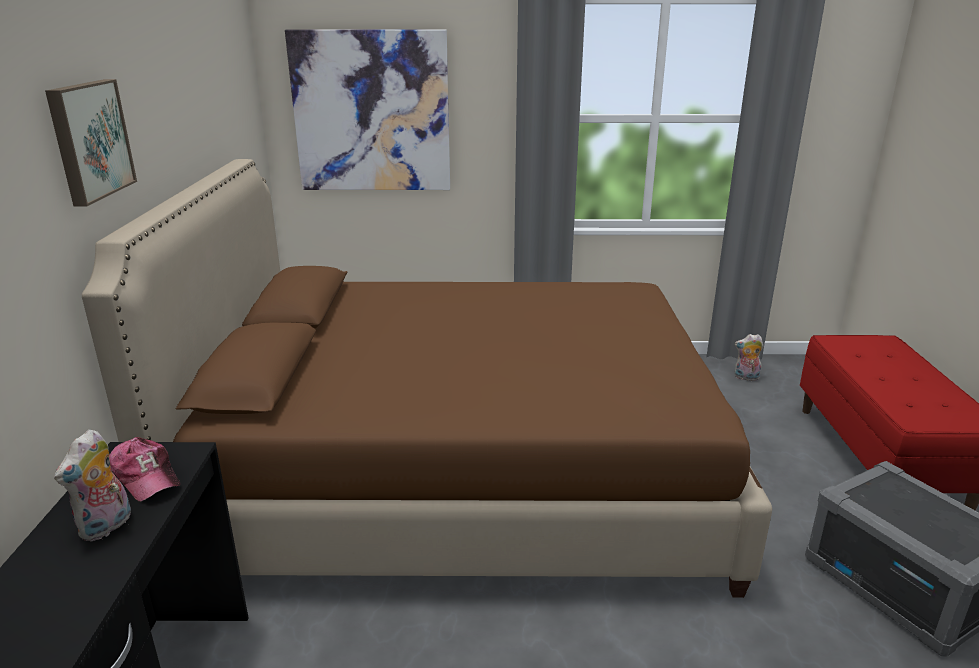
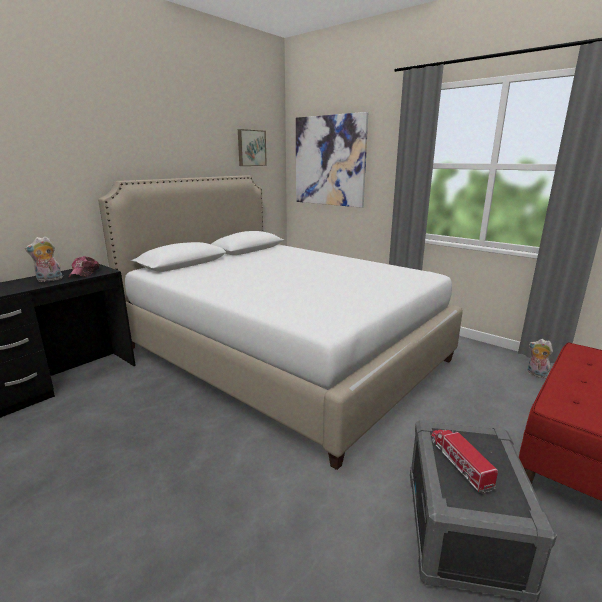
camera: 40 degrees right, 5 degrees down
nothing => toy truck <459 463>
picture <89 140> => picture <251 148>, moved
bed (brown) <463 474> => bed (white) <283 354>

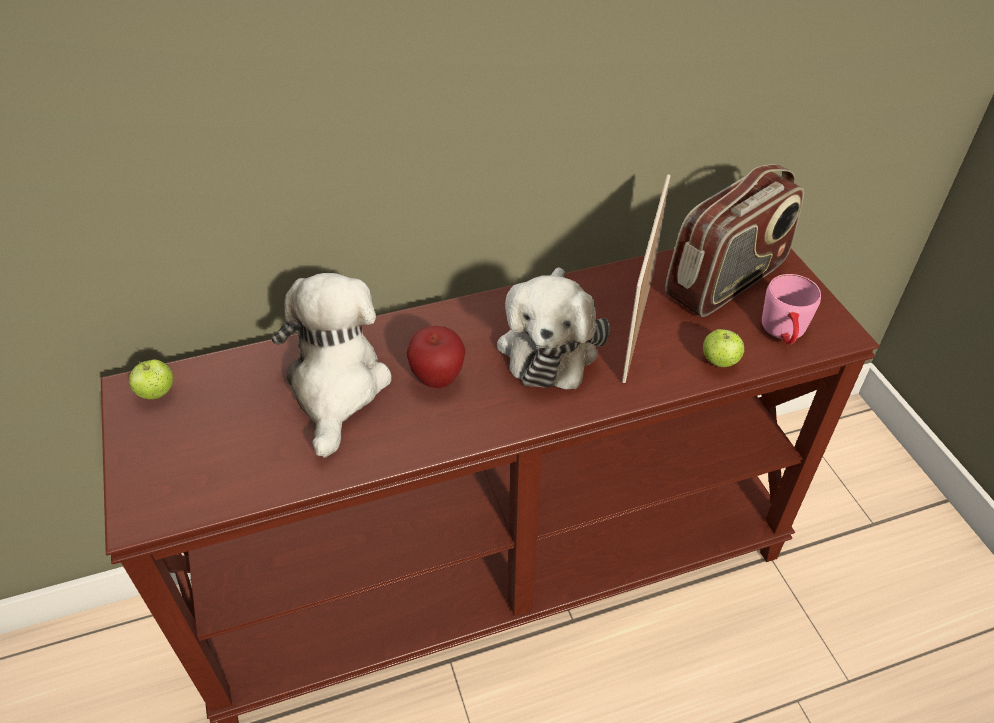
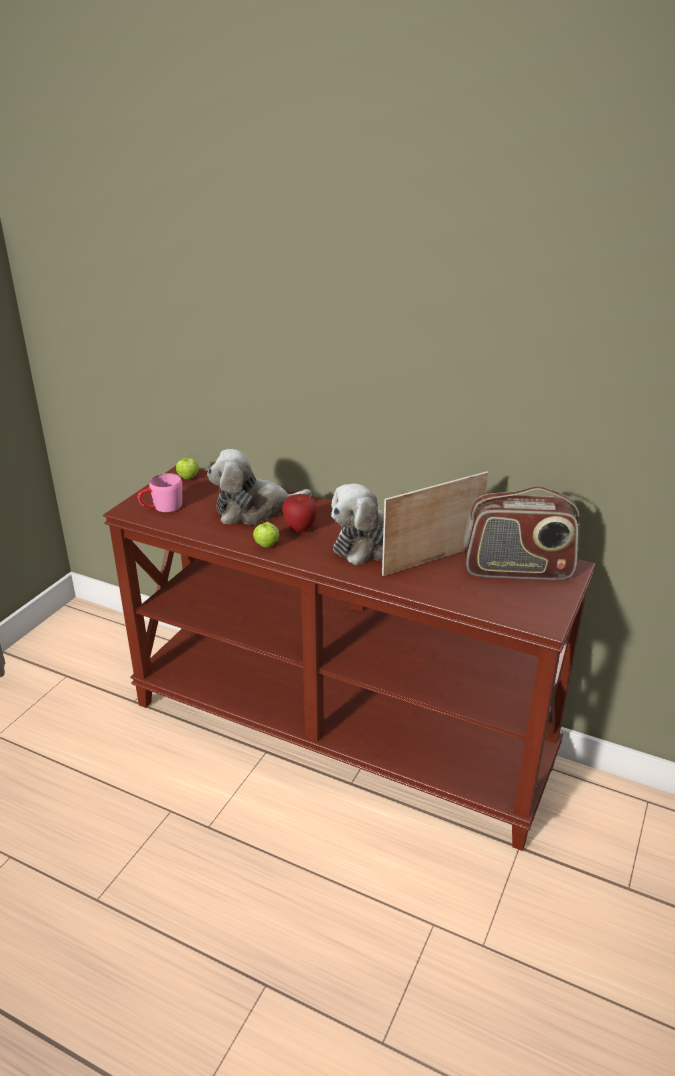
camera: 45 degrees right, 15 degrees down
apple <719 362> => apple <266 545>, moved
mug (pink) <785 333> => mug (pink) <162 508>, moved
plush toy <337 387> => plush toy <255 510>, 150 degrees counterclockwise

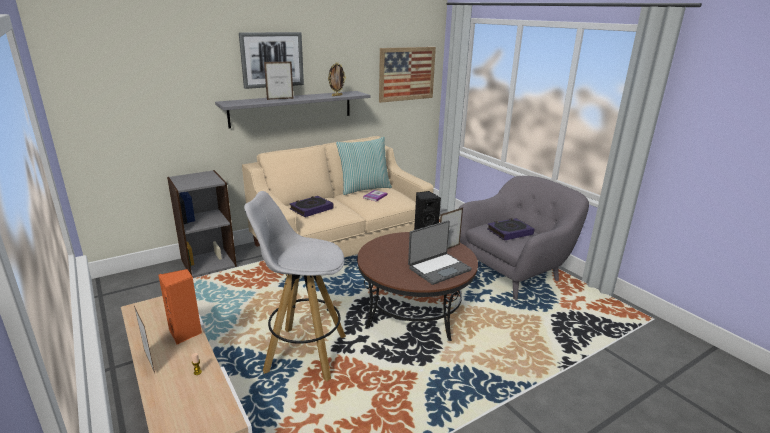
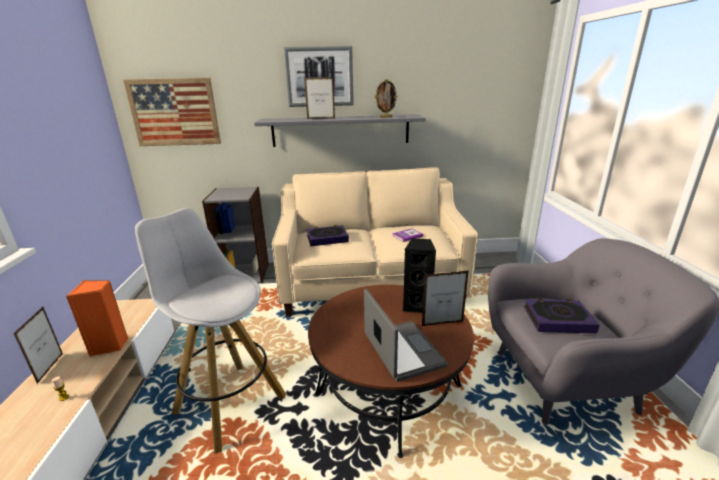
camera: 30 degrees right, 0 degrees up
pillow <364 188> => nothing
picture <407 74> => picture <174 112>, moved
laptop <438 268> => laptop <401 351>, 105 degrees counterclockwise

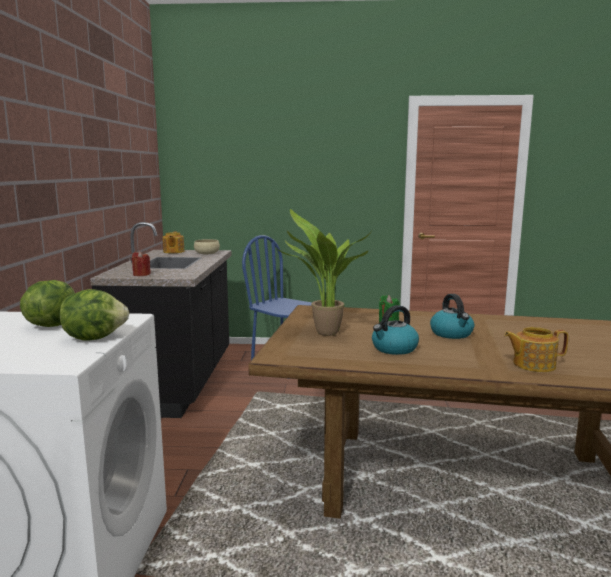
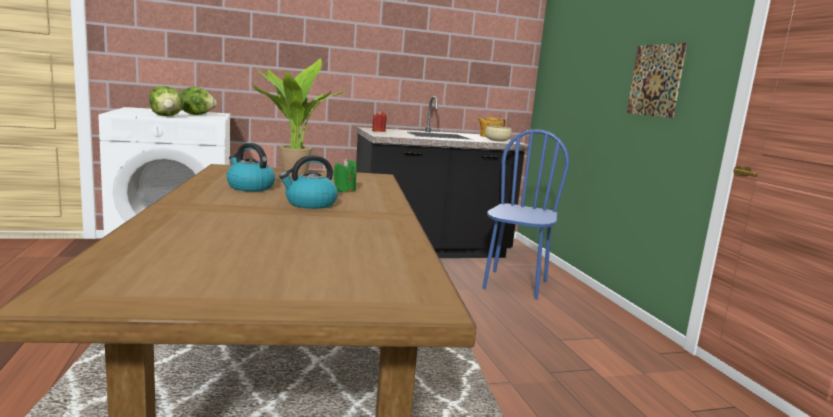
camera: 70 degrees right, 0 degrees up
teapot <532 364> => nothing
nothing => picture <655 80>

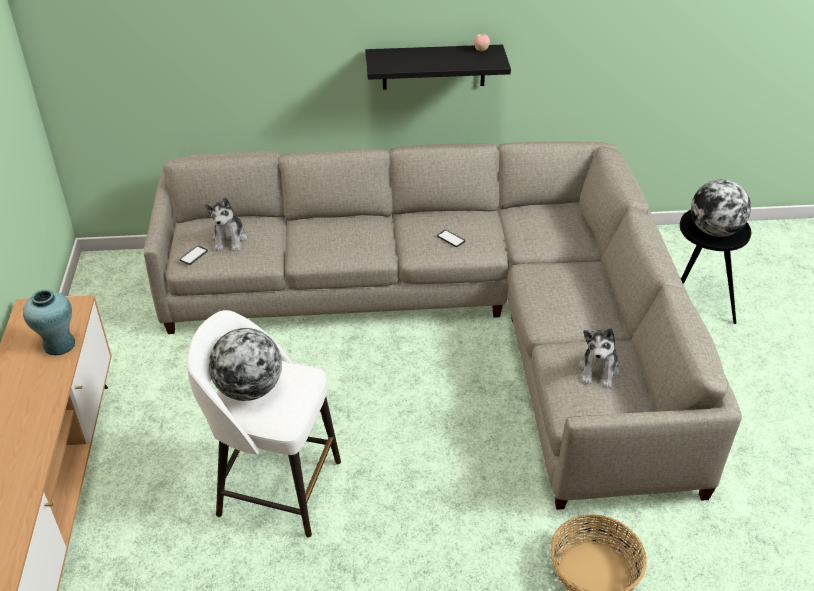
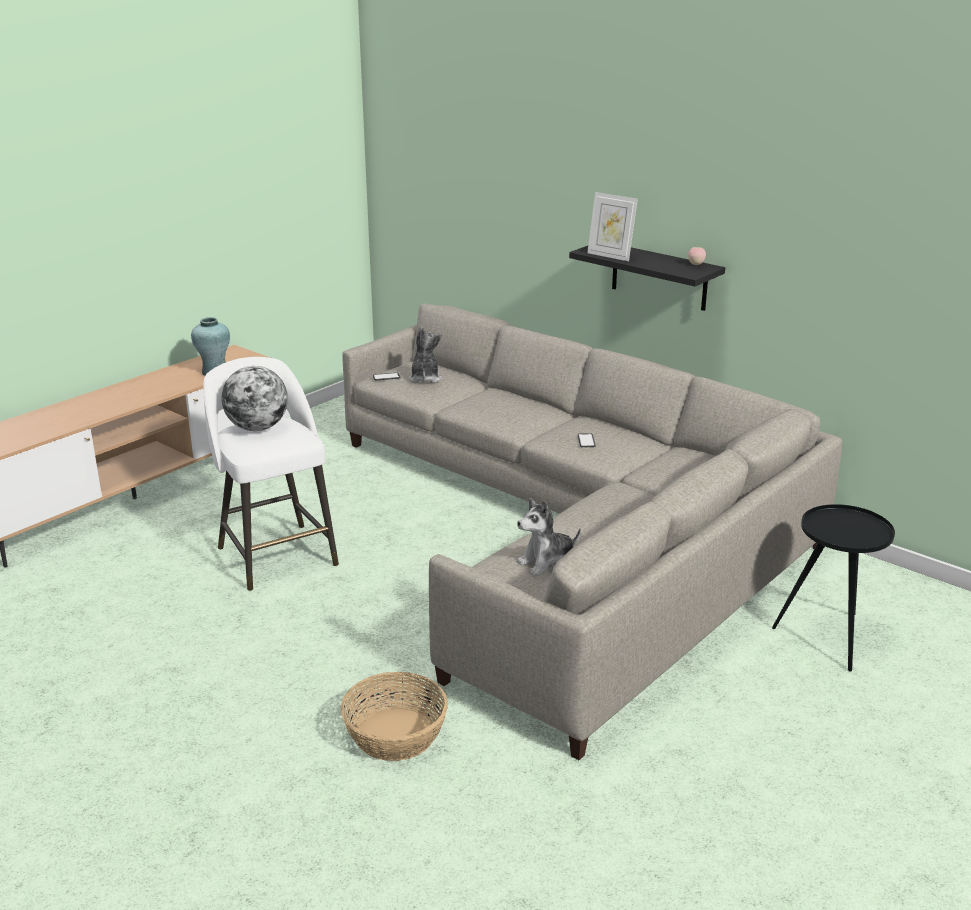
camera: 45 degrees right, 15 degrees down
globe <714 231> => nothing
nothing => picture frame <610 256>
plush toy <230 239> => plush toy <425 378>, 135 degrees clockwise

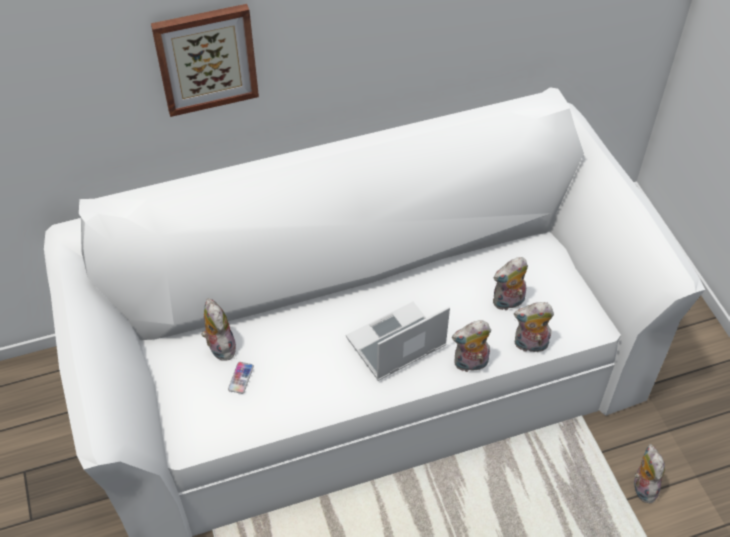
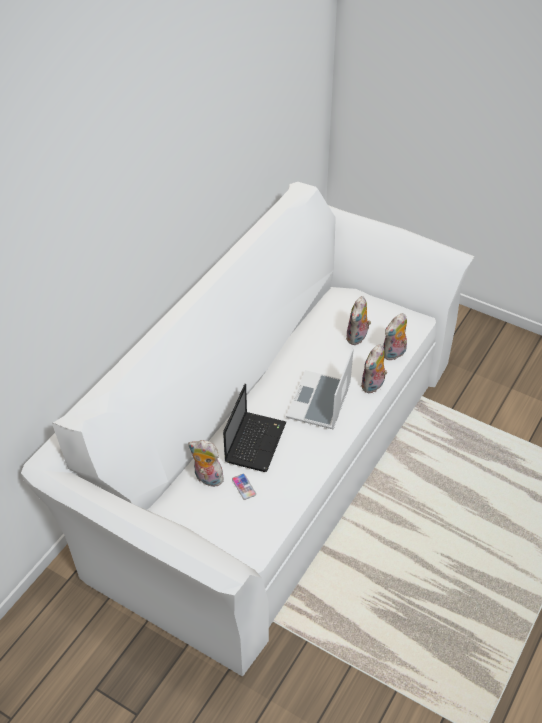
camera: 40 degrees left, 5 degrees down
picture <206 59> => nothing
plush toy <642 487> => nothing
nothing => laptop <255 441>

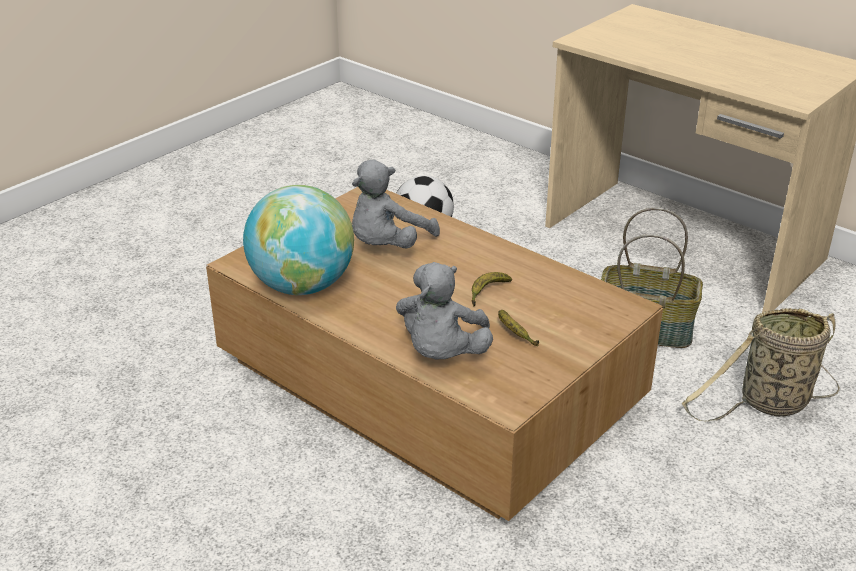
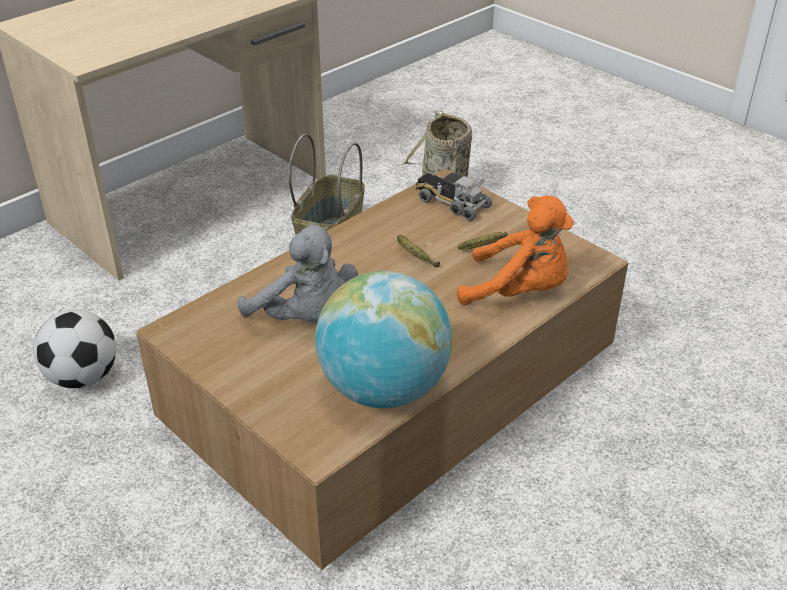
camera: 85 degrees left, 5 degrees up
nothing => toy truck <451 203>
plush toy (grey) <442 353> => plush toy (orange) <519 291>

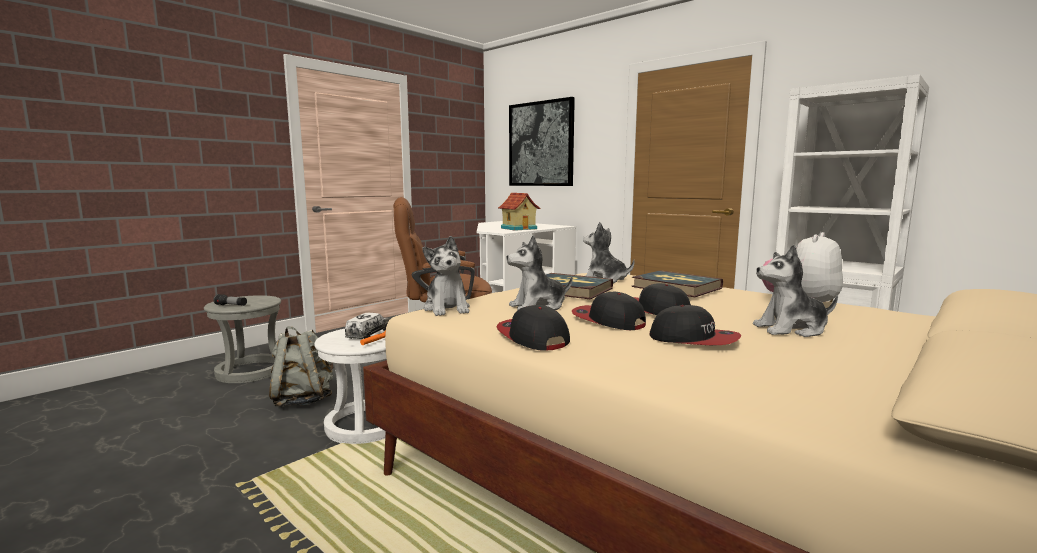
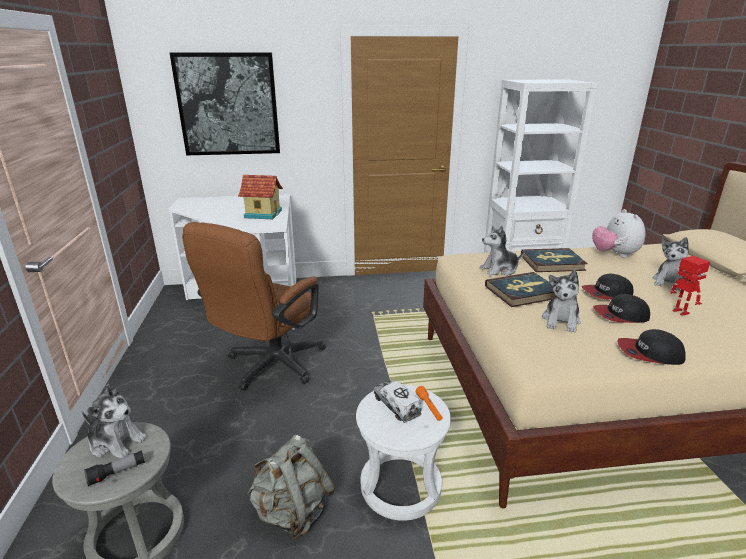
camera: 50 degrees left, 15 degrees up
plush toy <447 308> => plush toy <116 441>, moved
cap <694 339> => toy robot <680 312>

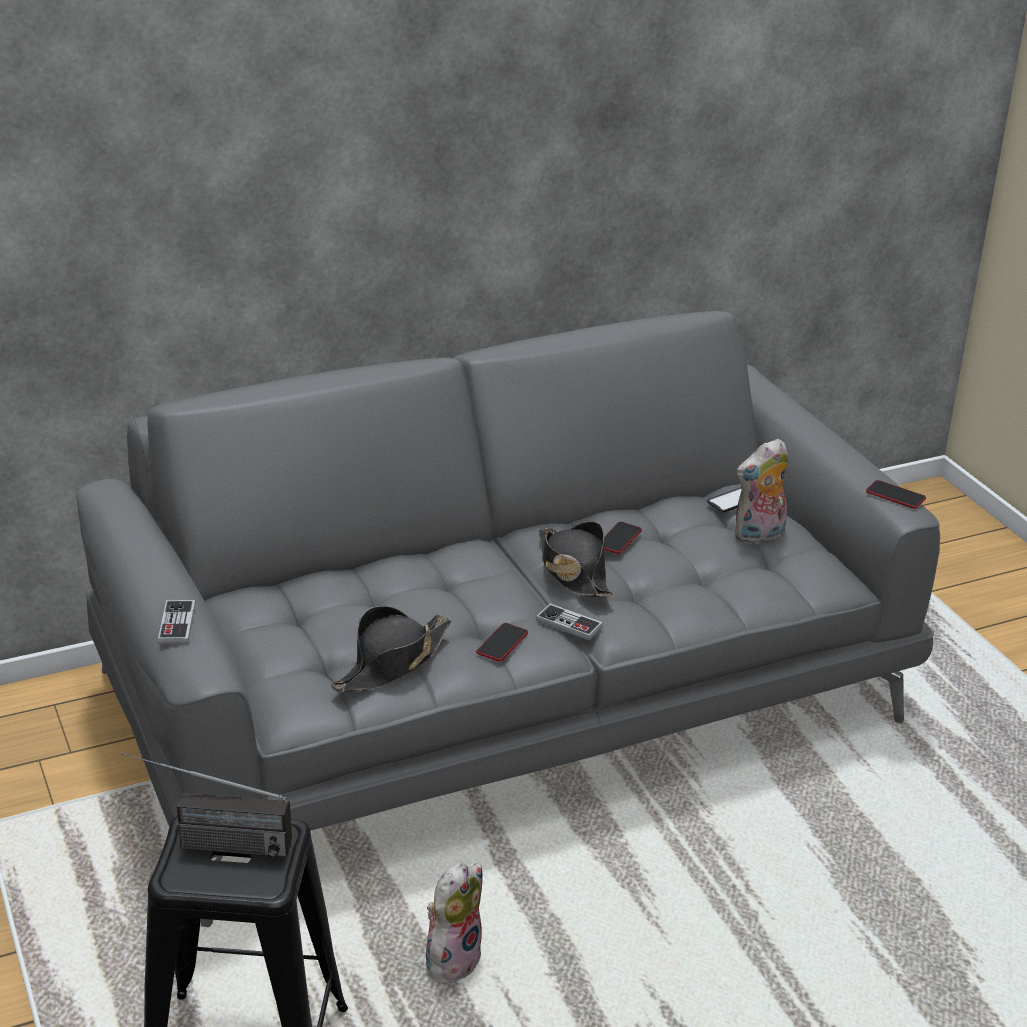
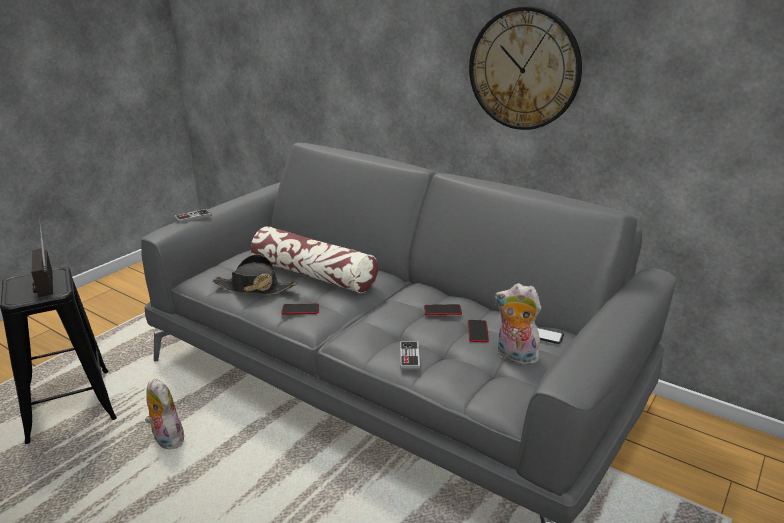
camera: 60 degrees right, 5 degrees down
hat (black) <573 571> => nothing
nothing => pillow <314 275>
nothing => wall clock <524 69>
game controller <569 624> => game controller <409 356>, moved
phone <895 495> => phone <477 331>, moved
plush toy <452 959> => plush toy <166 439>, 135 degrees counterclockwise

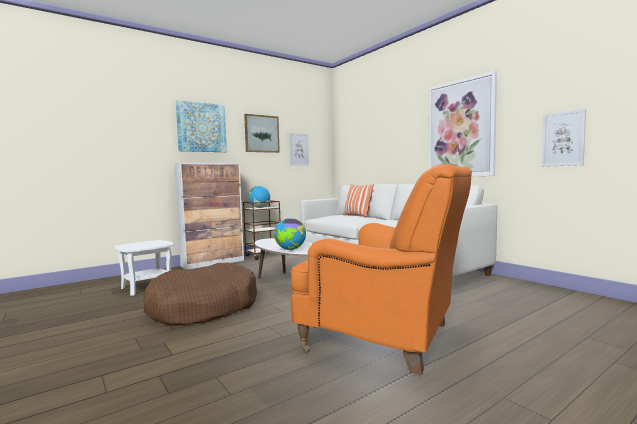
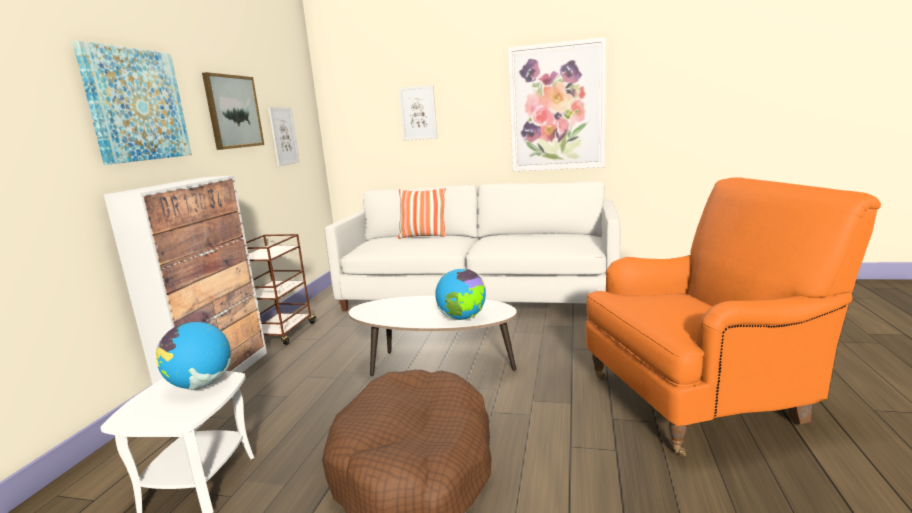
camera: 40 degrees left, 10 degrees up
globe <259 208> => globe <201 385>, moved
picture <563 139> => picture <418 113>, moved

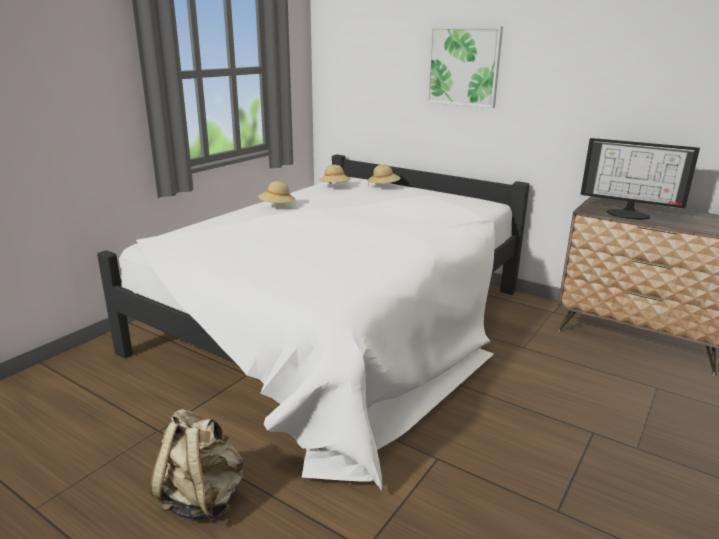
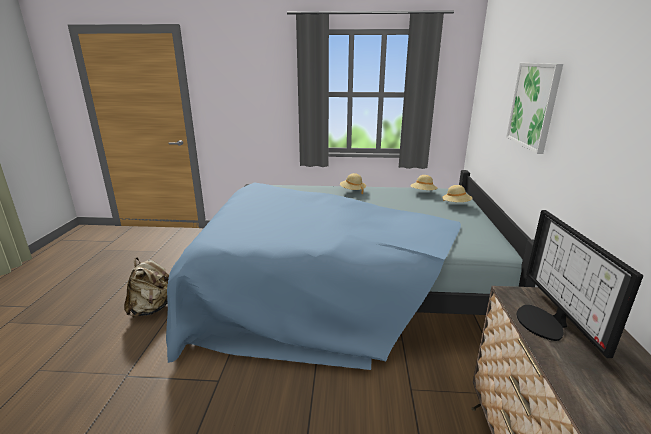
camera: 60 degrees right, 0 degrees up
bed (white) <342 327> => bed (blue) <344 288>

